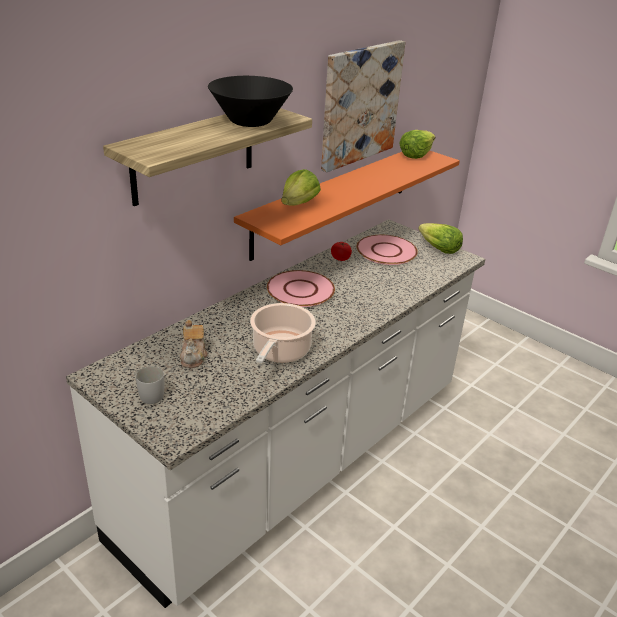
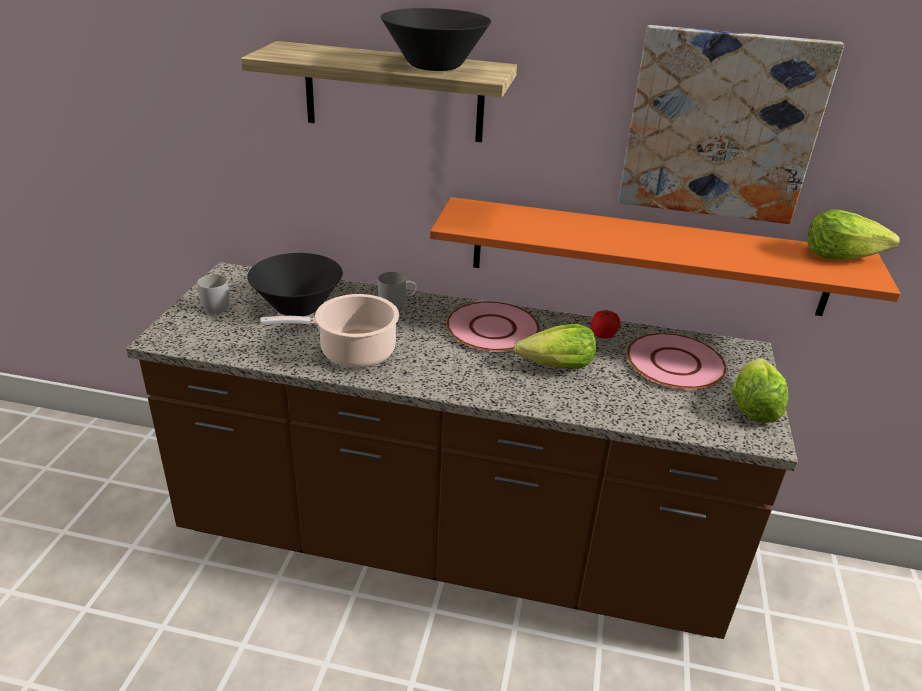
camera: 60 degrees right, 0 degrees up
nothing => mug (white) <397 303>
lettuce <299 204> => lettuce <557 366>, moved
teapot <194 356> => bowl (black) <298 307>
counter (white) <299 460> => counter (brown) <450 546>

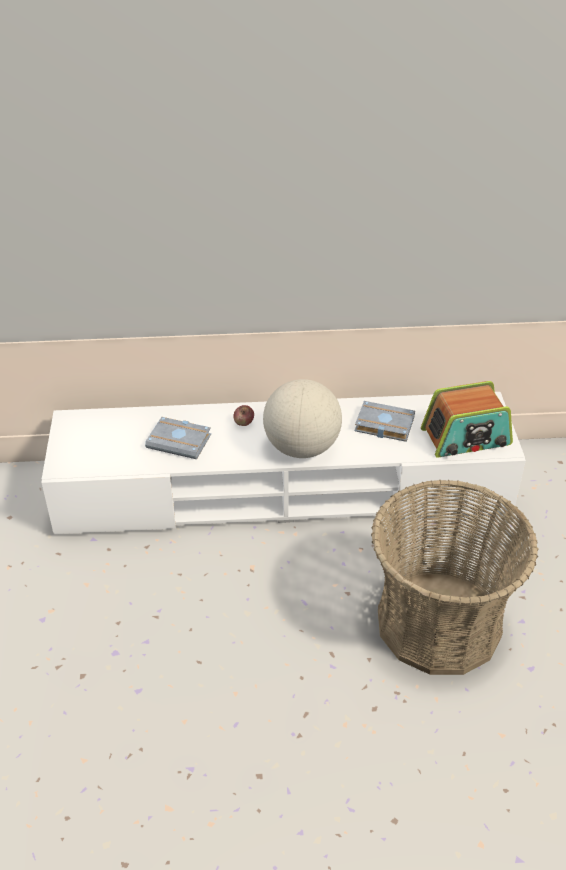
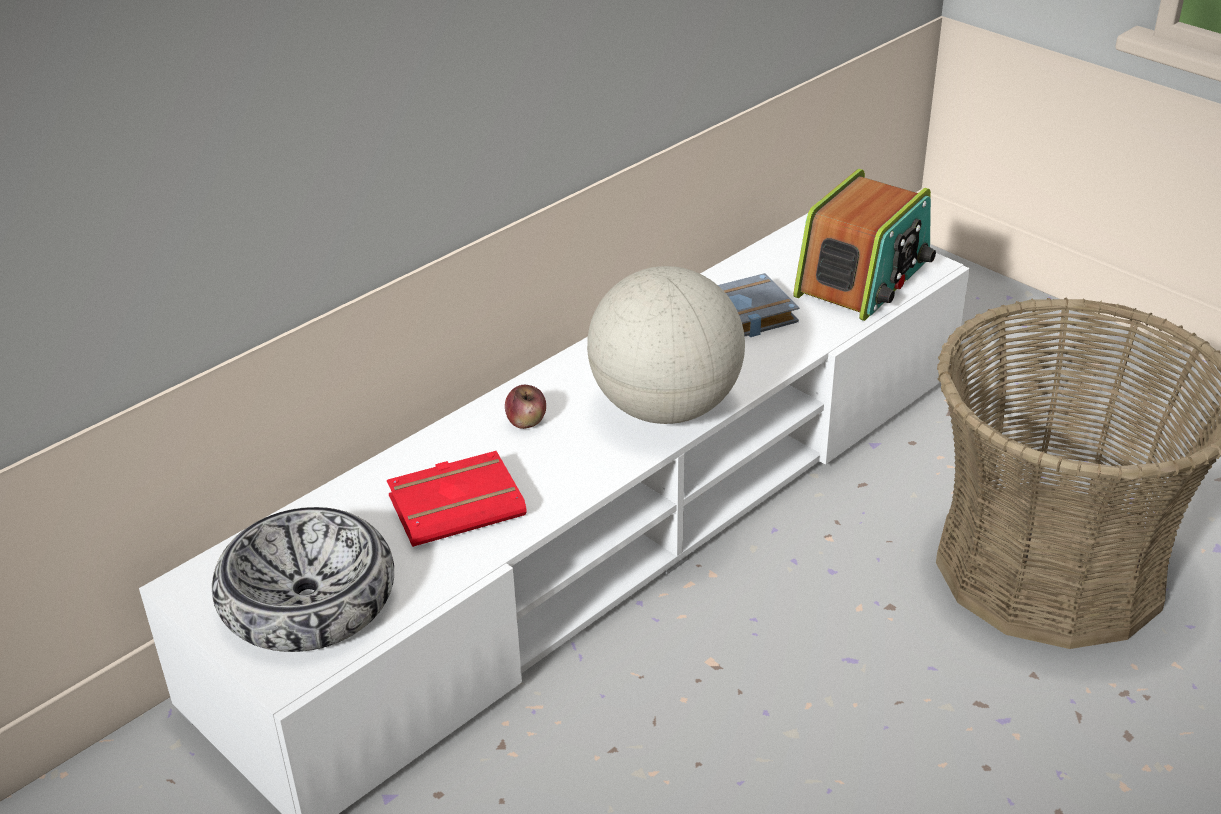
camera: 40 degrees left, 5 degrees down
nothing => bowl <308 599>
book (grey) <180 441> => book (red) <458 504>

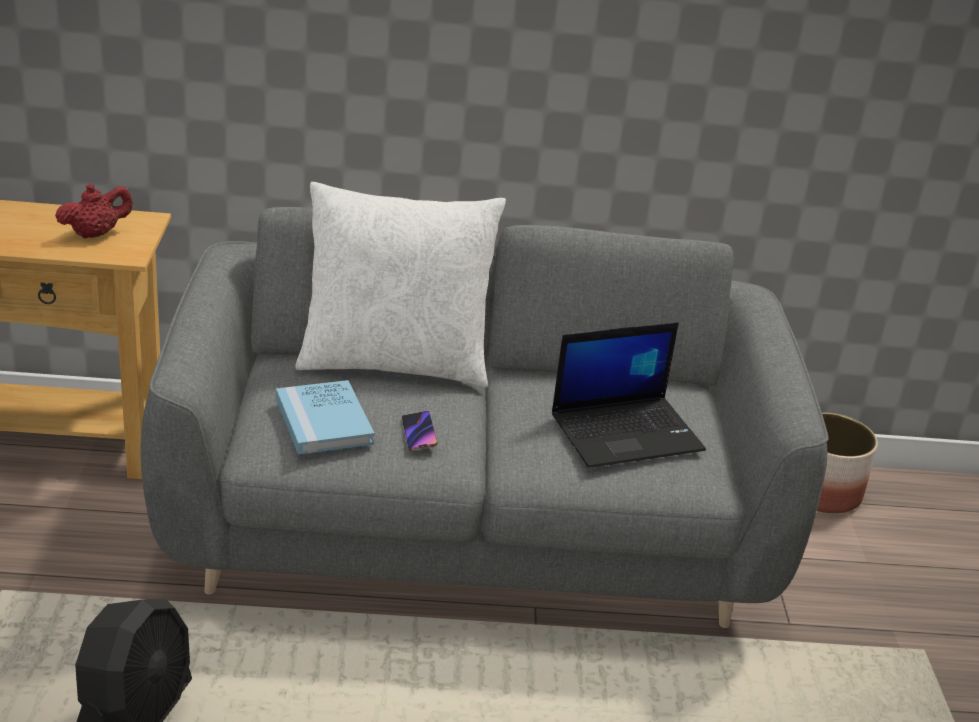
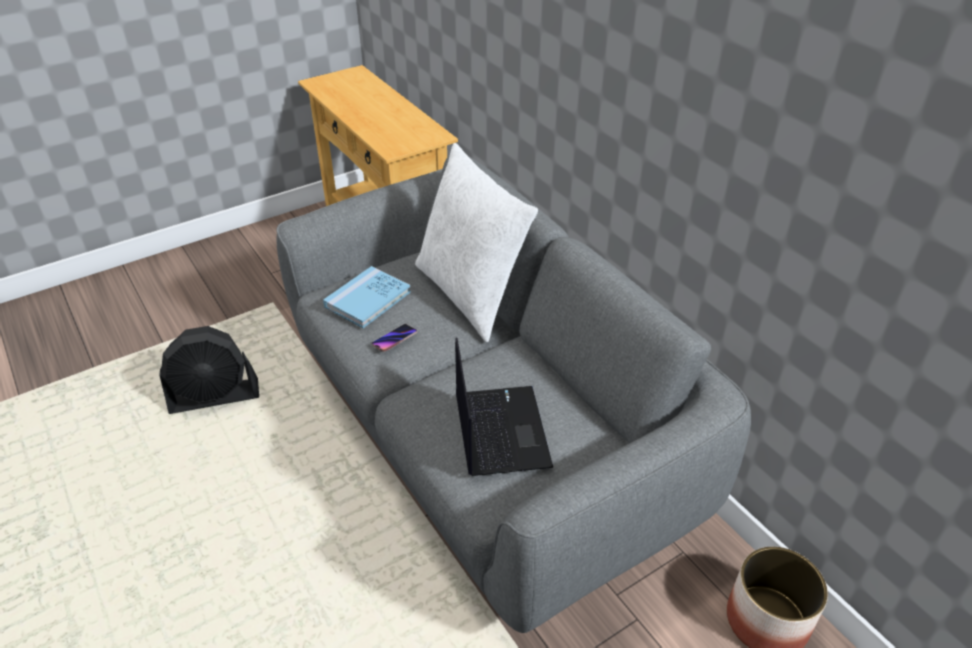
camera: 60 degrees right, 10 degrees up
teapot (red) <96 234> => nothing
laptop <627 432> => laptop <499 429>, 135 degrees counterclockwise

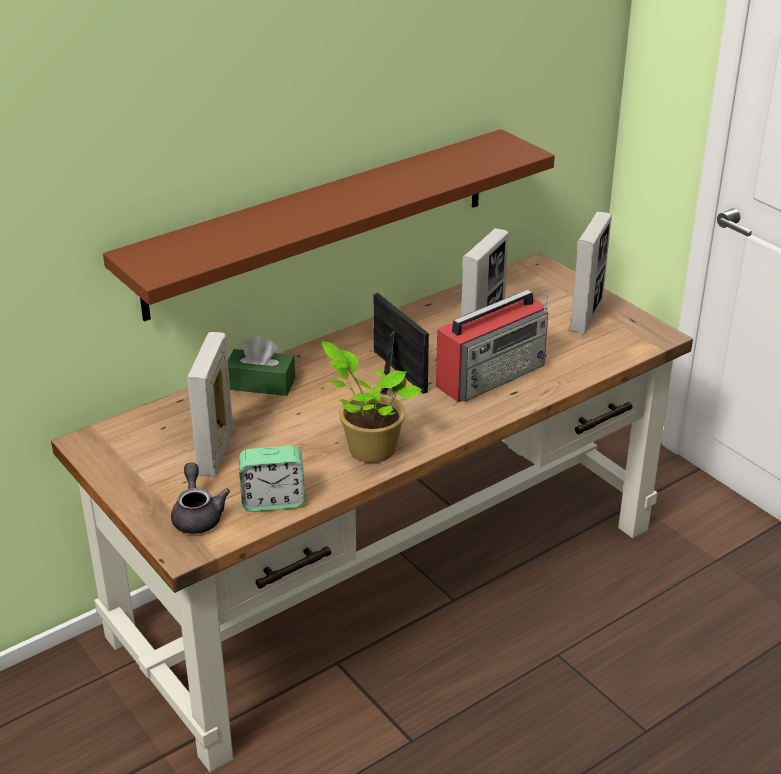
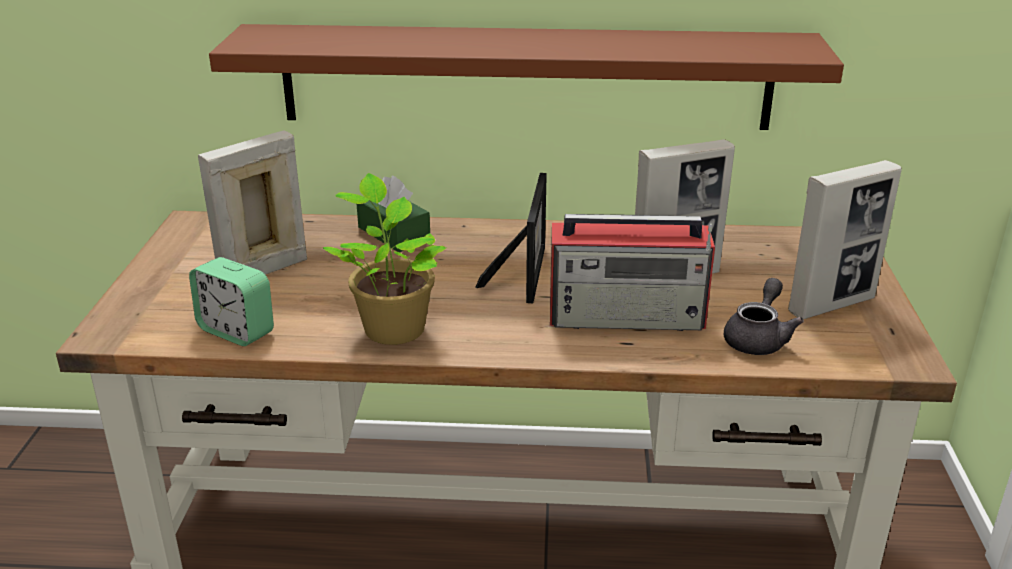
camera: 40 degrees right, 5 degrees down
teapot (grey) <197 515> => teapot (grey) <758 338>, moved

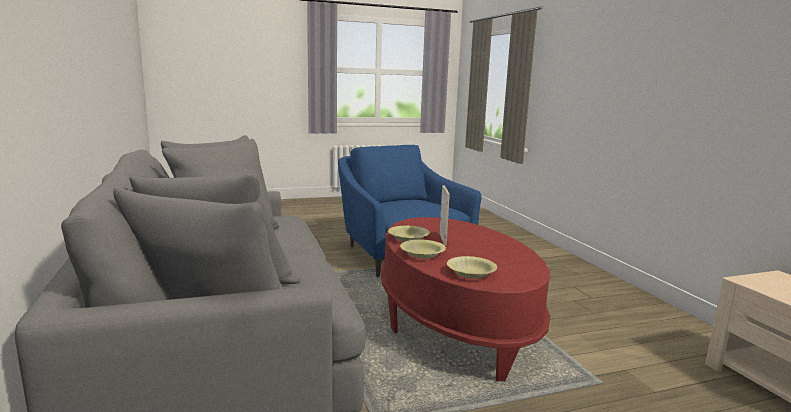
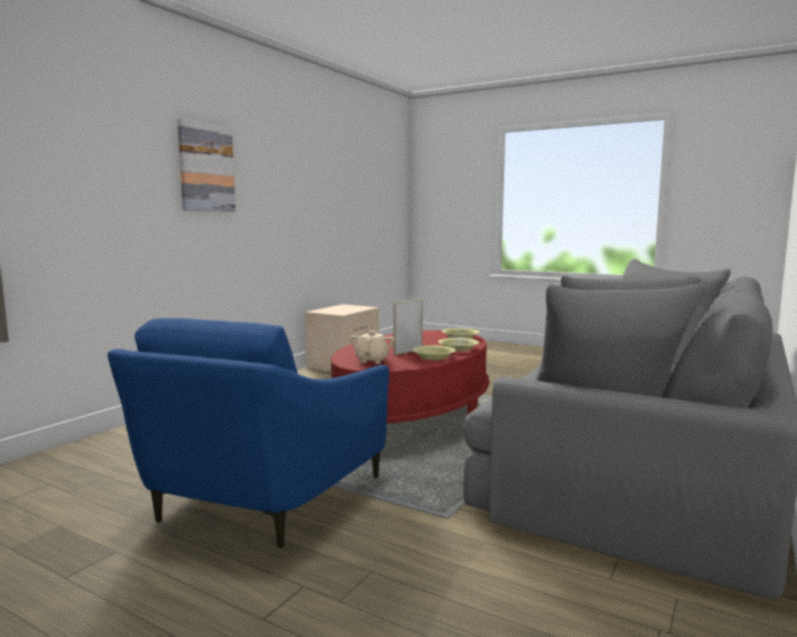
camera: 130 degrees left, 5 degrees down
nothing => picture <206 167>
nothing => teapot (beige) <372 361>

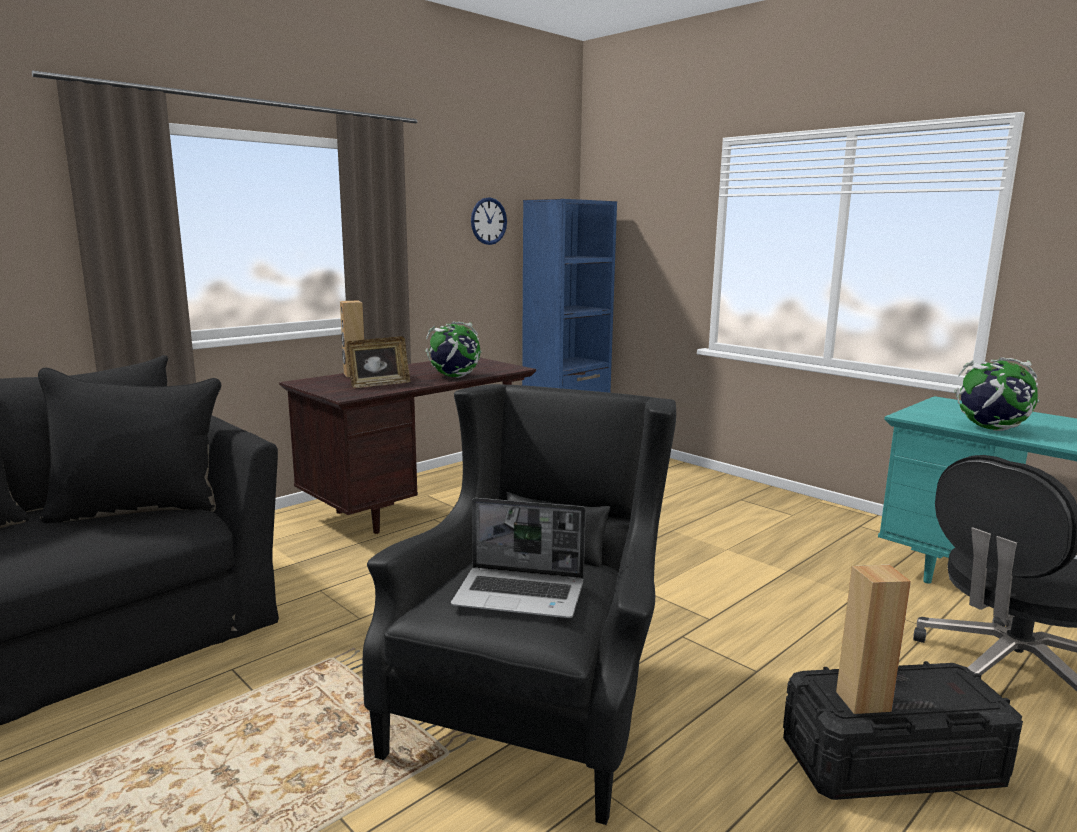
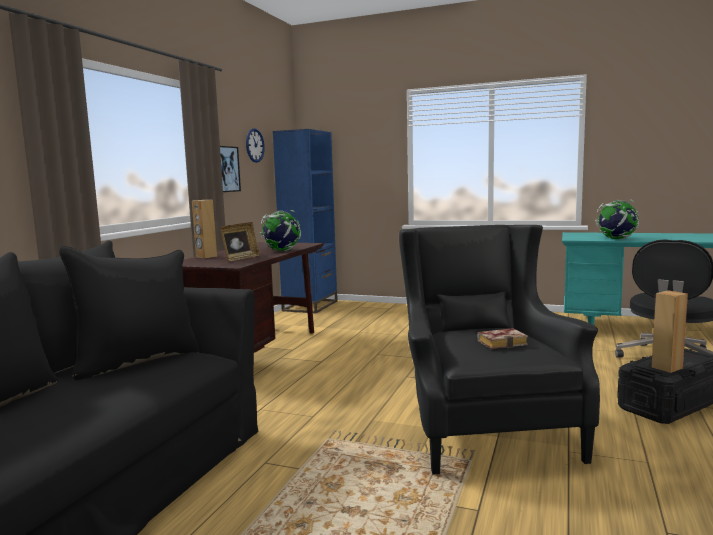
camera: 25 degrees left, 5 degrees down
nothing => picture <226 169>
laptop <521 595> => book <503 342>

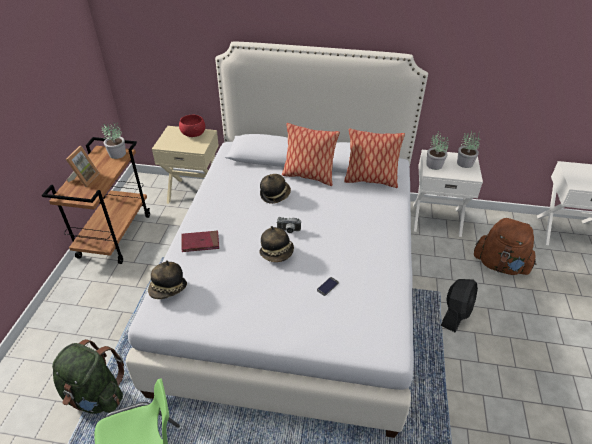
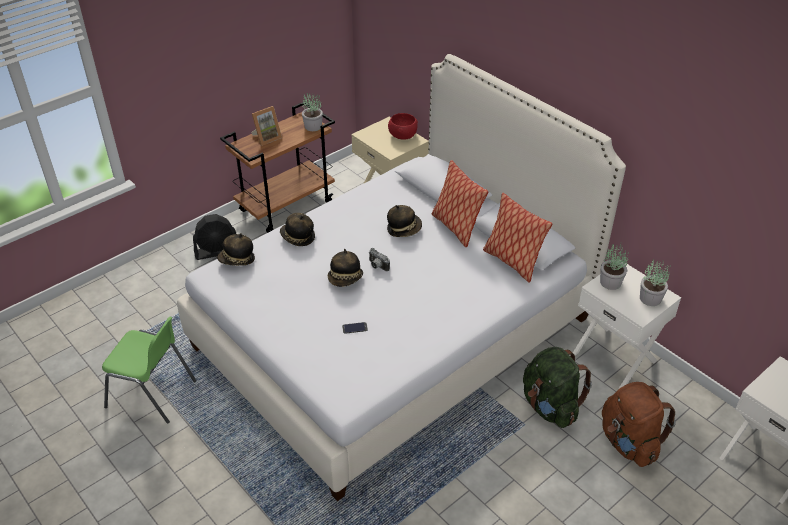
camera: 40 degrees right, 0 degrees up
backpack (green) <95 395> => backpack (green) <550 406>, moved
fan (black) <455 314> => fan (black) <217 251>, moved
book (red) <200 243> => hat <297 238>

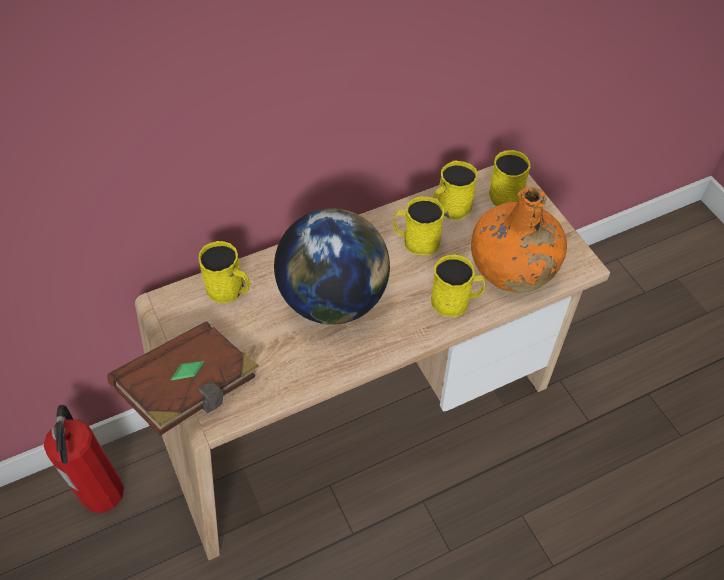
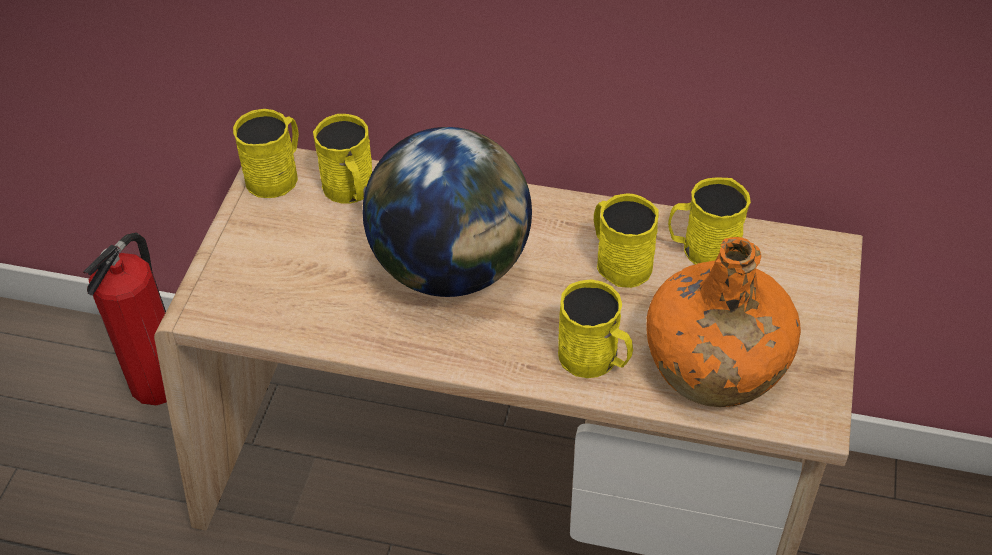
camera: 40 degrees right, 5 degrees down
book (brown) <191 389> => nothing
mug (yellow) <504 192> => mug (yellow) <277 175>, moved

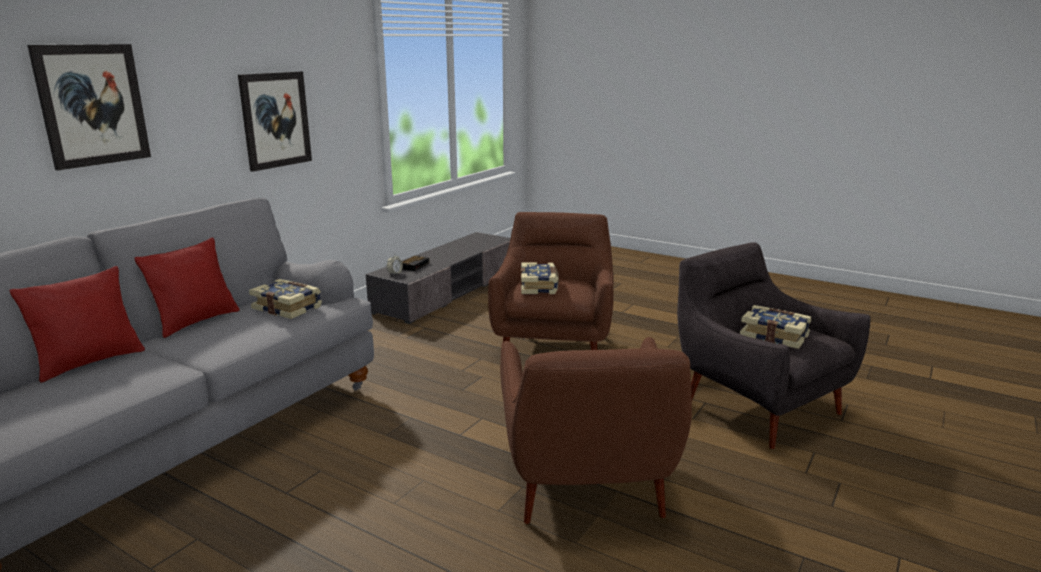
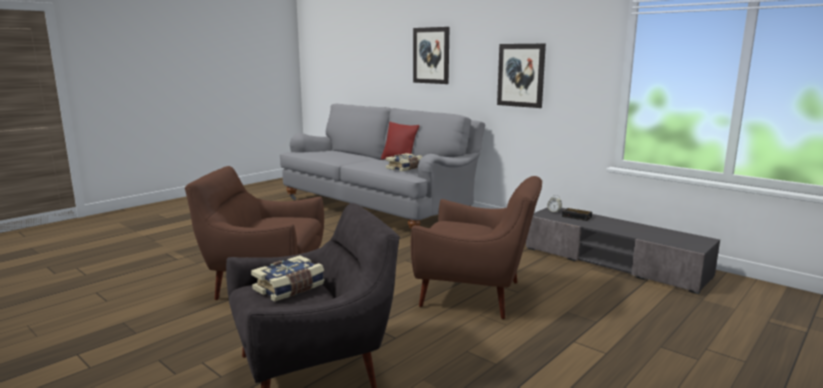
camera: 100 degrees right, 5 degrees down
pillow (red) <90 362> => nothing
book <539 287> => nothing

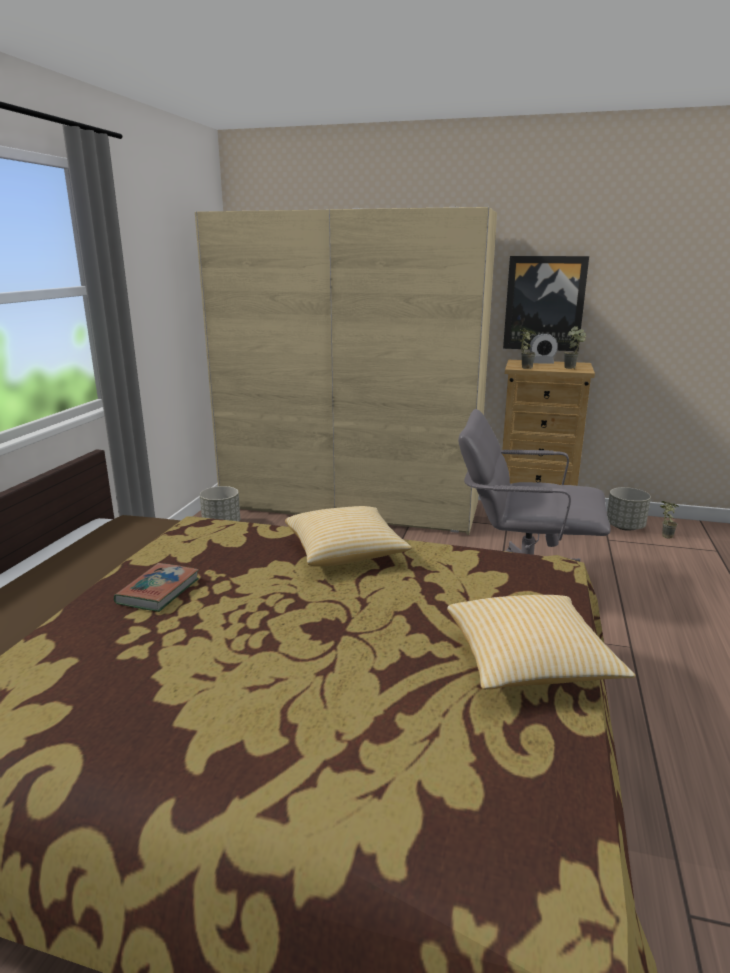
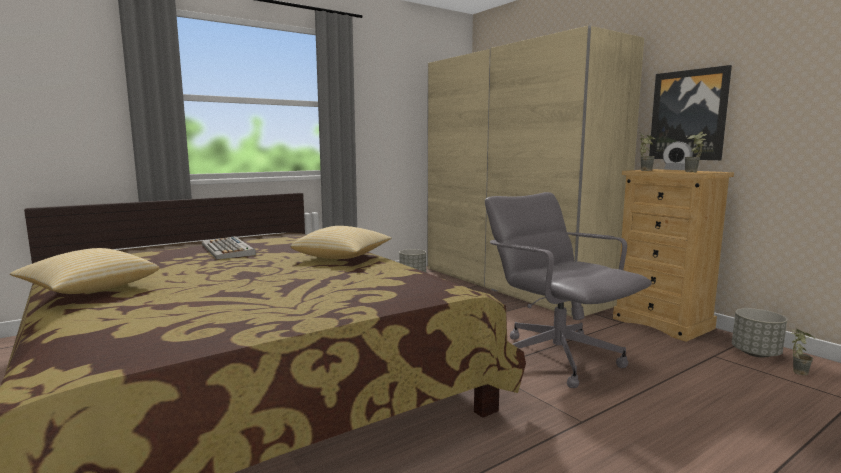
camera: 40 degrees right, 10 degrees down
pillow <529 664> => pillow <88 290>, moved
book <158 591> => keyboard <228 250>

